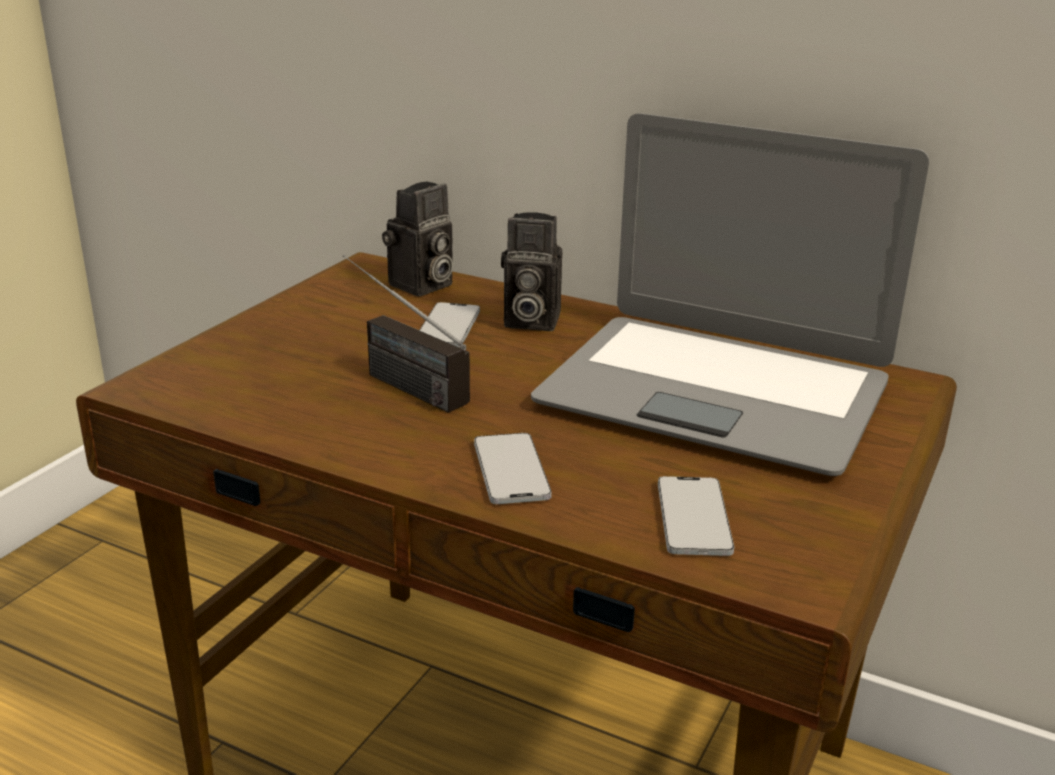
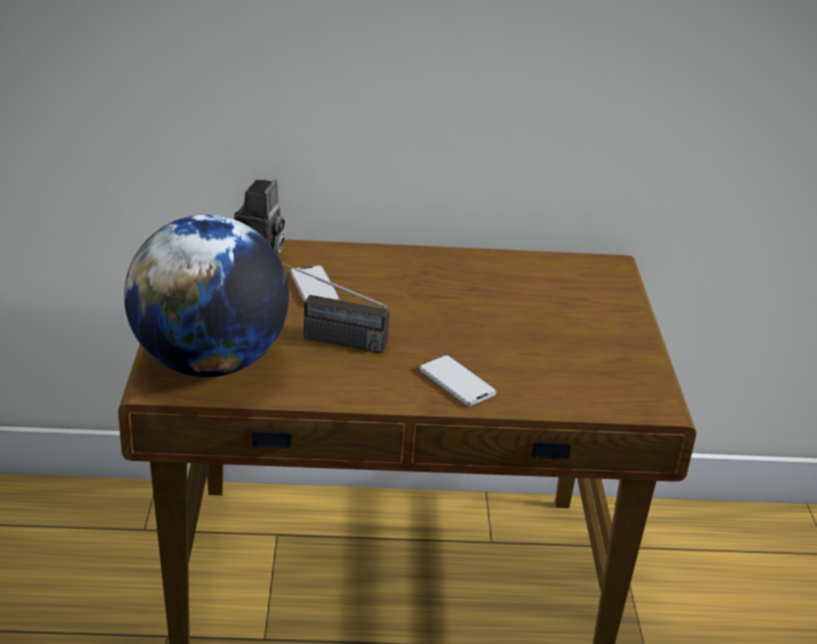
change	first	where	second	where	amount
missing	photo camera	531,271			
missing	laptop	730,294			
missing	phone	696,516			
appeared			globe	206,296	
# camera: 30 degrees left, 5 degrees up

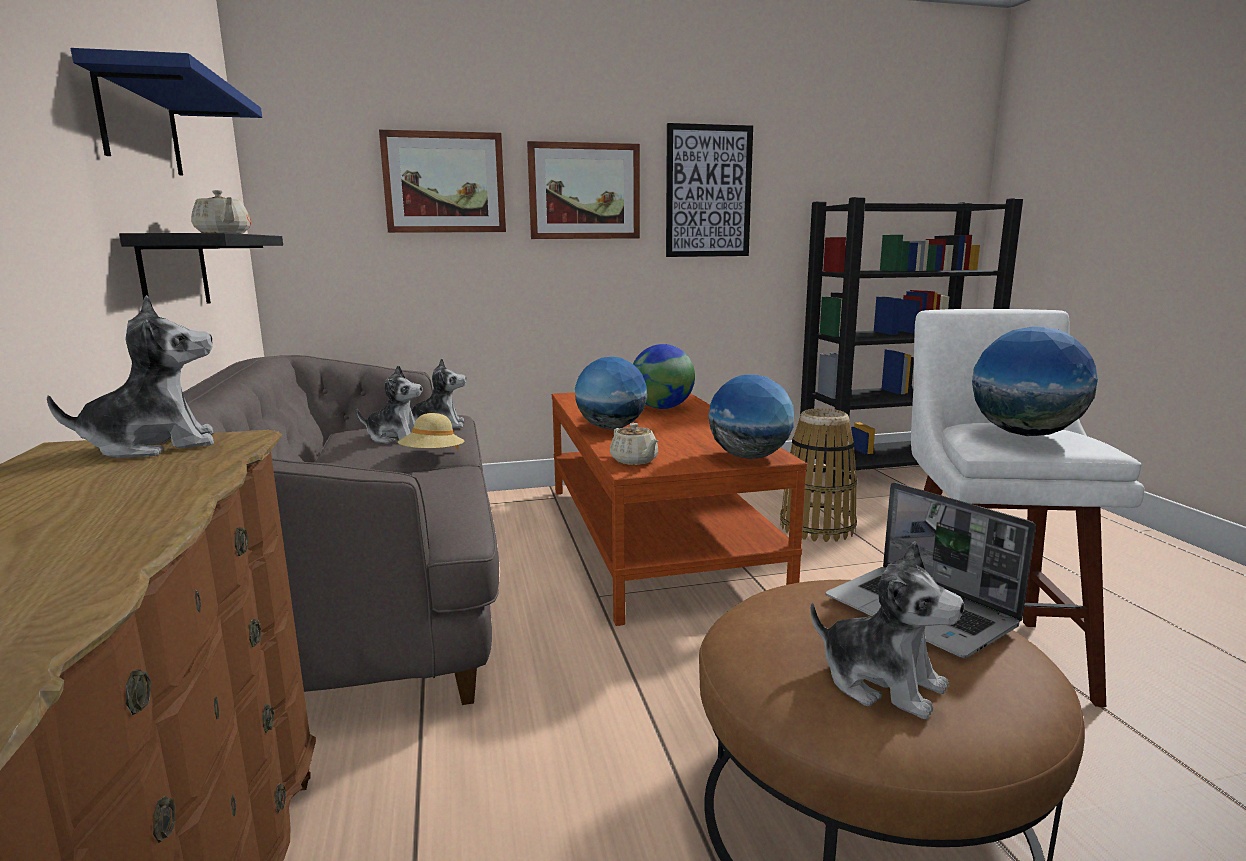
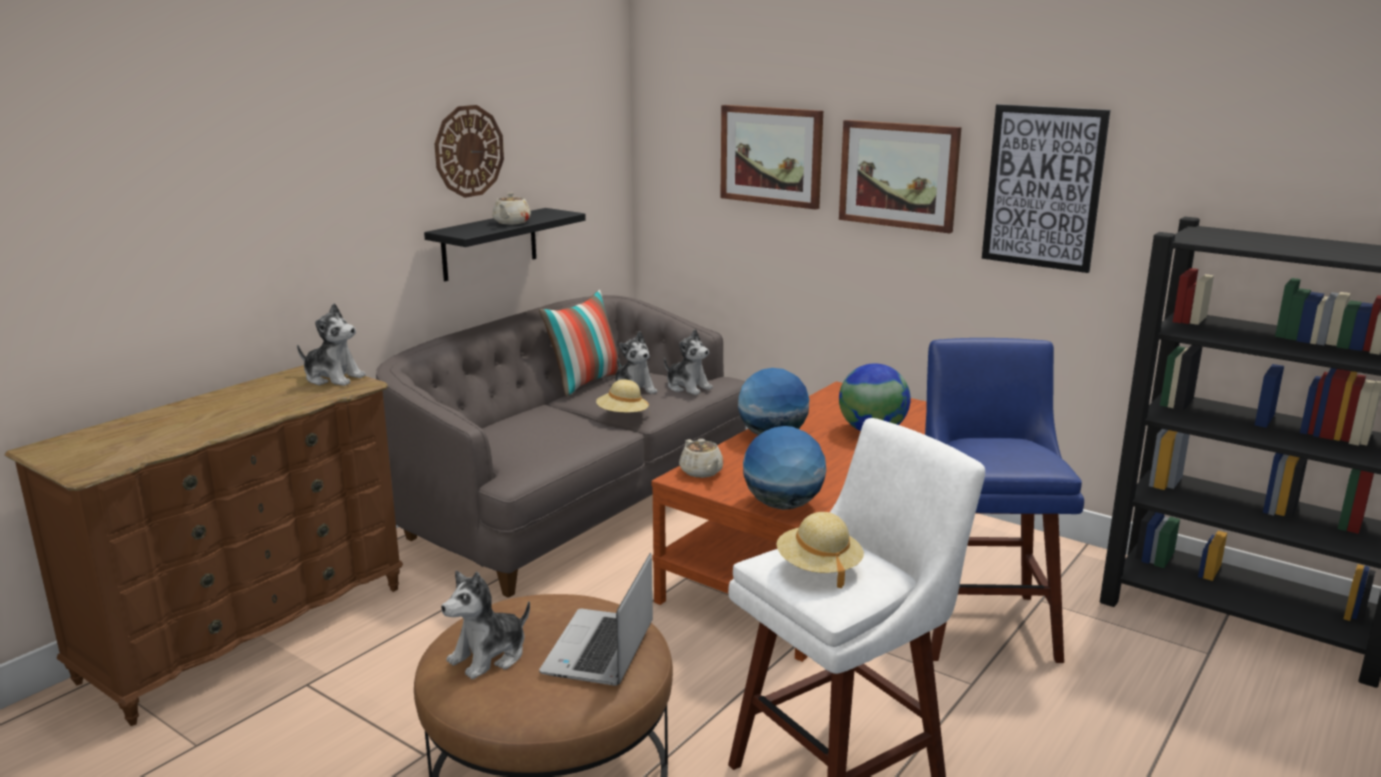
change	first	where	second	where	amount
appeared			pillow	580,343	
exchanged	shelf in blue	166,112	wall clock	469,151	
exchanged	basket	818,475	stool in blue	1004,500	
exchanged	globe	1035,381	hat in beige	820,550	
spun	teapot in beige	634,444		701,458	45 degrees counterclockwise
spun	plush toy	887,630		485,625	45 degrees clockwise
# camera: 50 degrees right, 5 degrees up

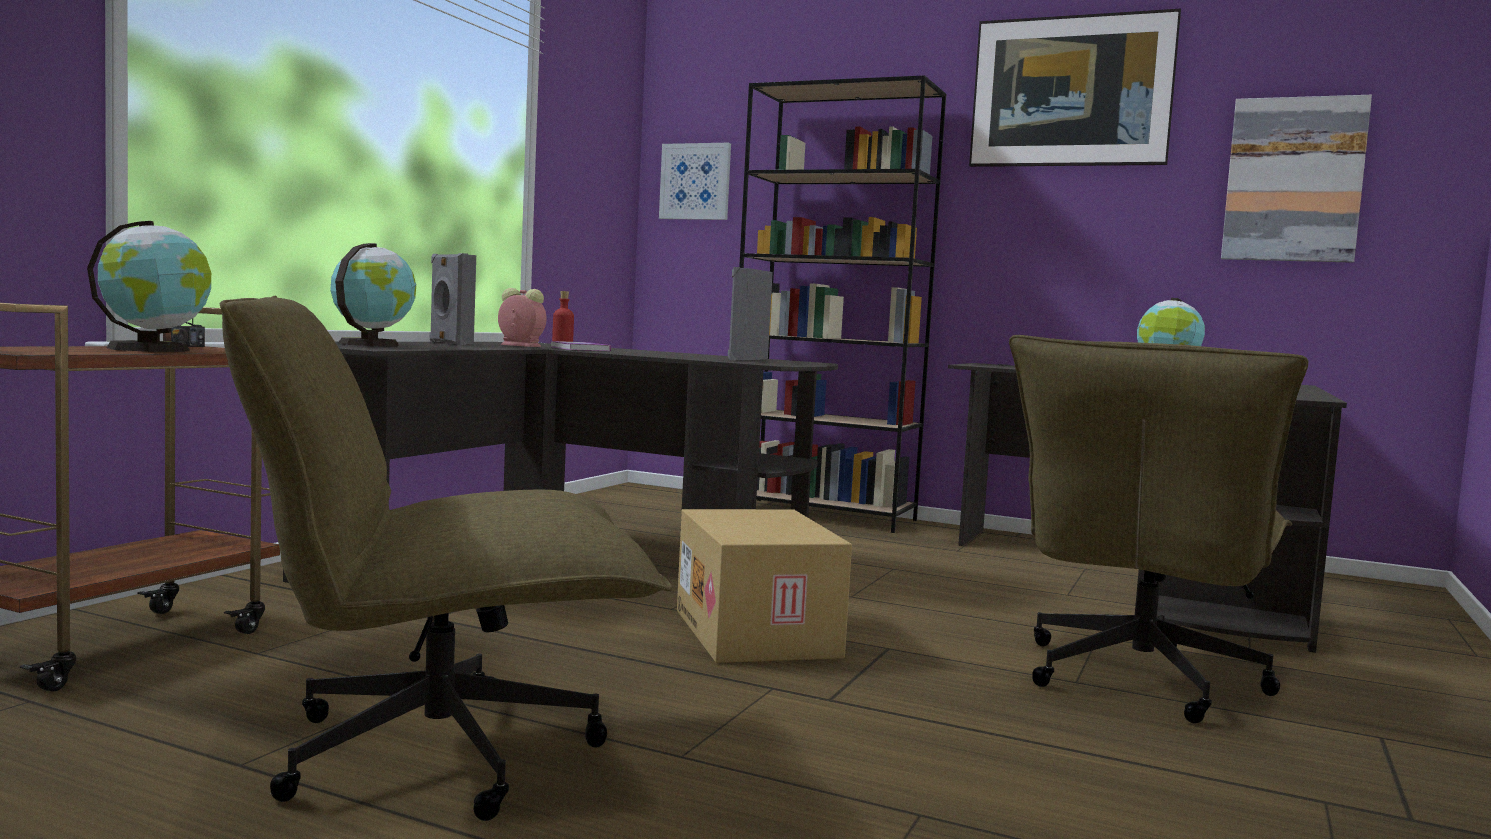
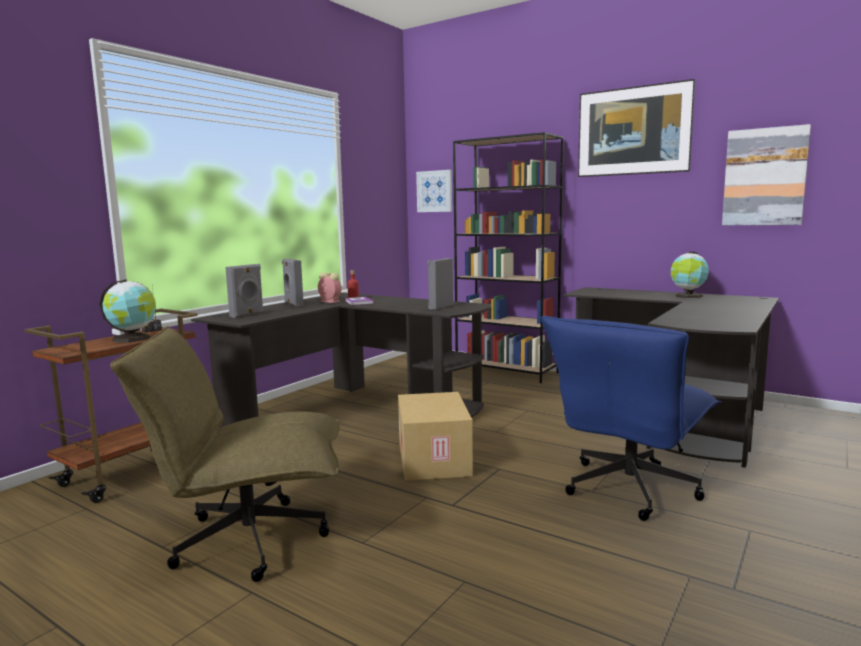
change	first	where	second	where	amount
exchanged	globe	373,295	speaker in grey	244,291	
colour	office chair in beige	1158,529	office chair in blue	631,418	
# camera: 10 degrees right, 5 degrees up

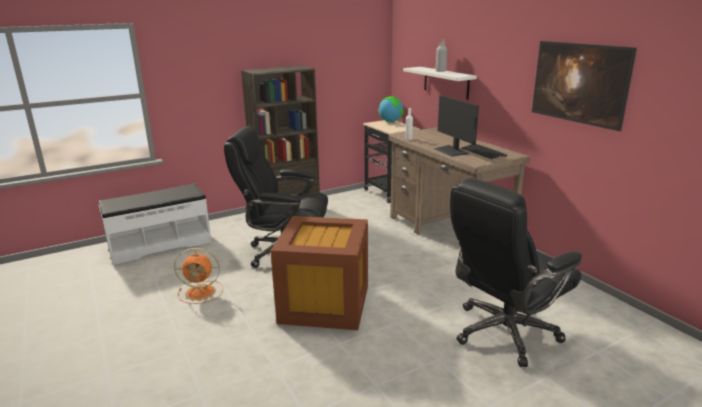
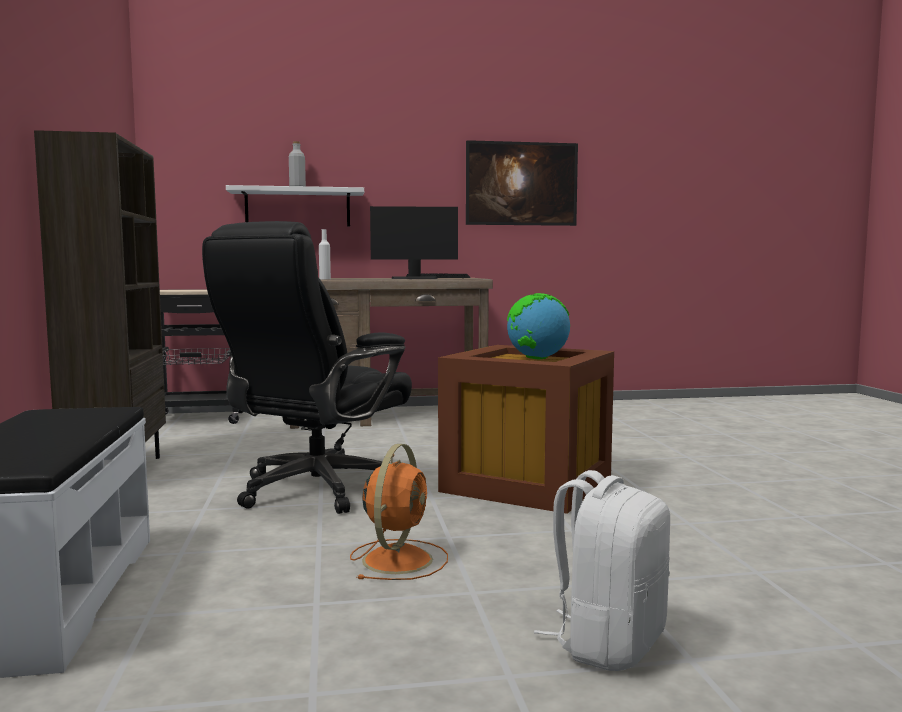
change	first	where	second	where	amount
missing	office chair in black	516,272			
appeared			backpack in white	602,570	
relocated	globe	391,109		538,326	
# camera: 70 degrees left, 15 degrees down

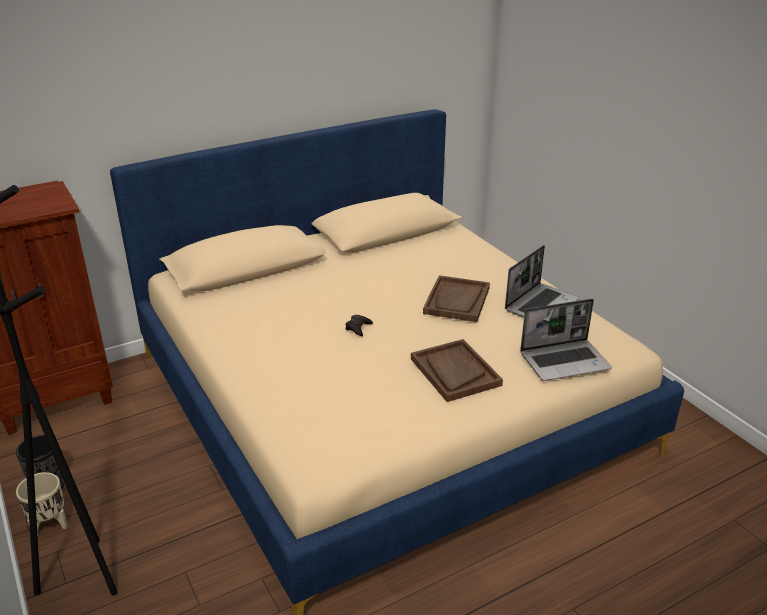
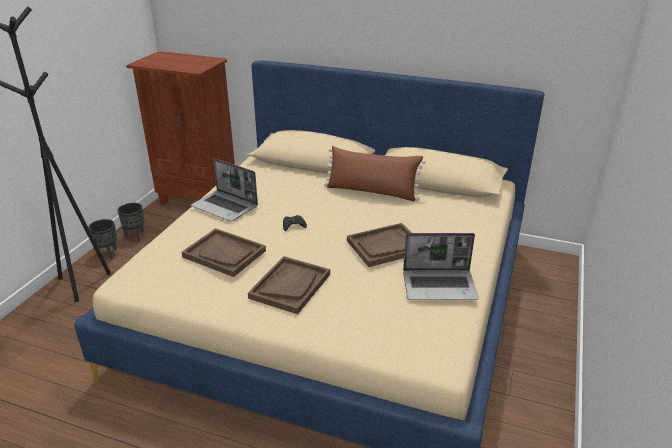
change	first	where	second	where	amount
appeared			tray in brown	223,252	
appeared			pillow in brown	375,174	
relocated	laptop	566,340		224,190	
colour	planter in beige	41,504	planter in black	102,239	
# camera: 50 degrees right, 0 degrees up

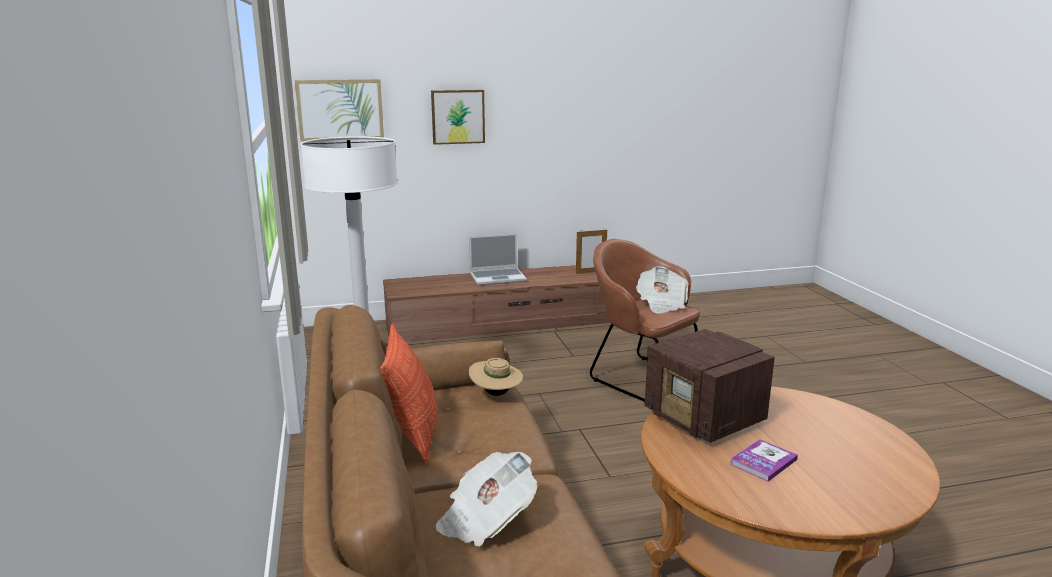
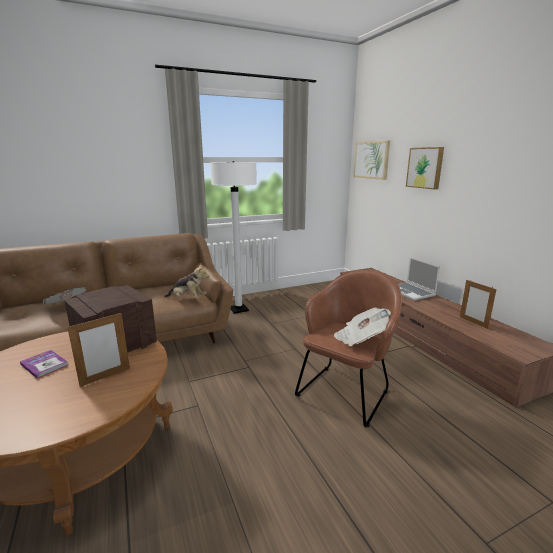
change	first	where	second	where	amount
missing	pillow in orange	409,395			
appeared			picture frame	98,350	
exchanged	hat in beige	496,377	plush toy	187,281	
# camera: 80 degrees right, 0 degrees up

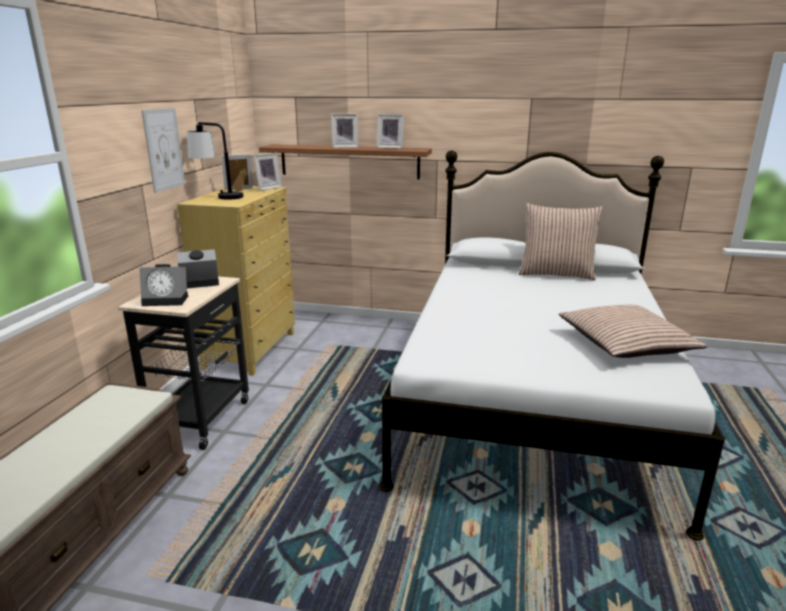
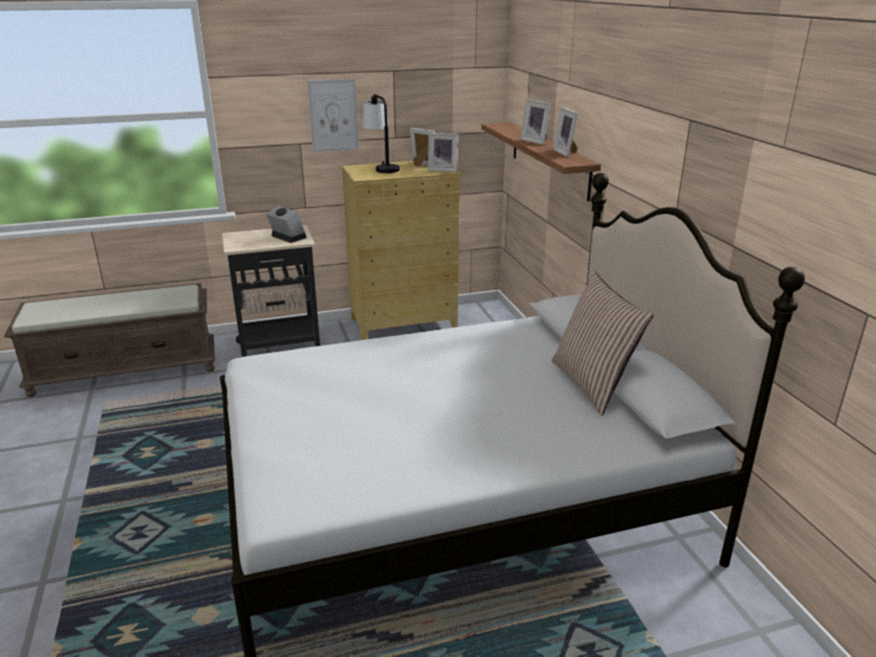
change	first	where	second	where	amount
missing	alarm clock	163,285			
missing	pillow	633,331			
# camera: 60 degrees right, 5 degrees up

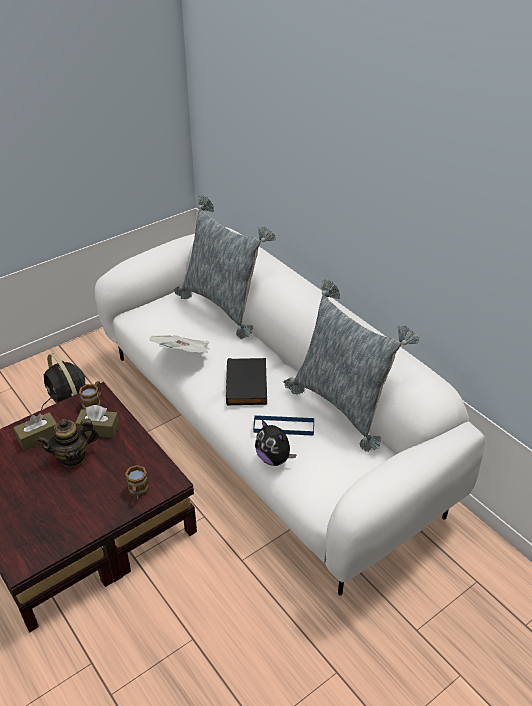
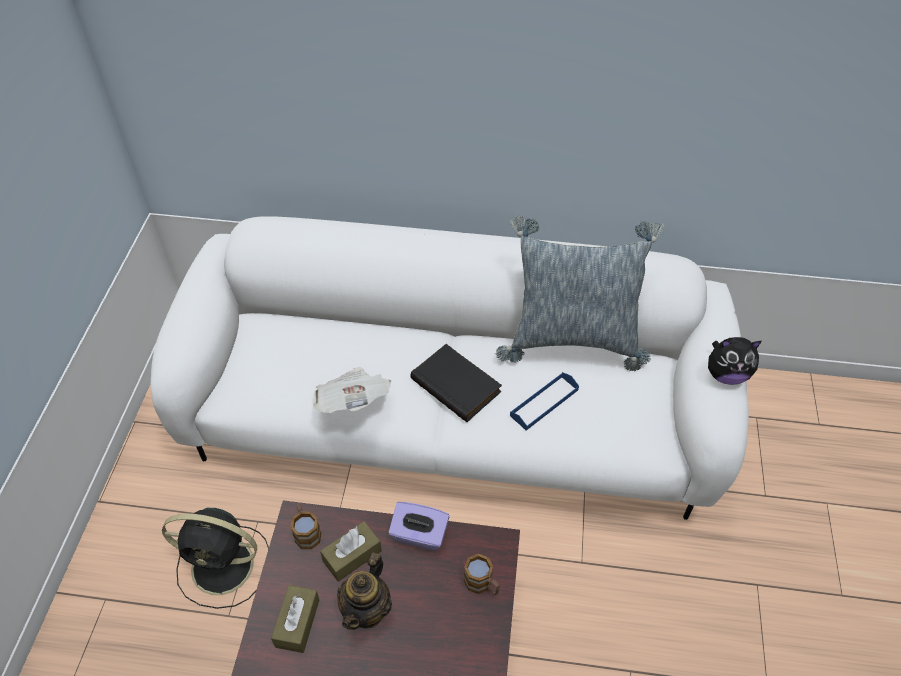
change	first	where	second	where	amount
missing	pillow	225,267			
appeared			tissue box in purple	418,526	
relocated	plush toy	276,443		735,361	
# camera: 45 degrees left, 10 degrees up

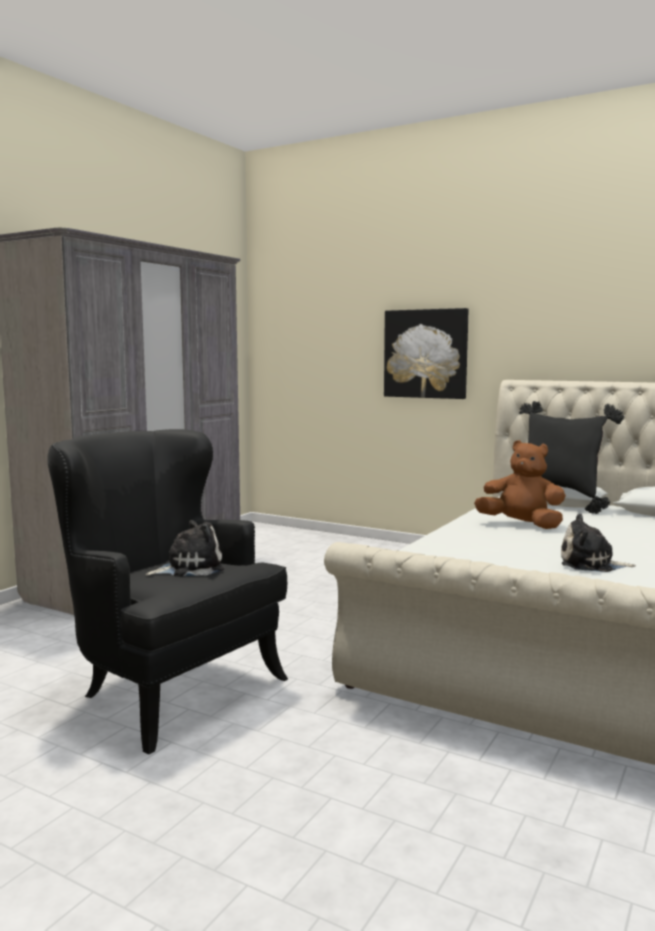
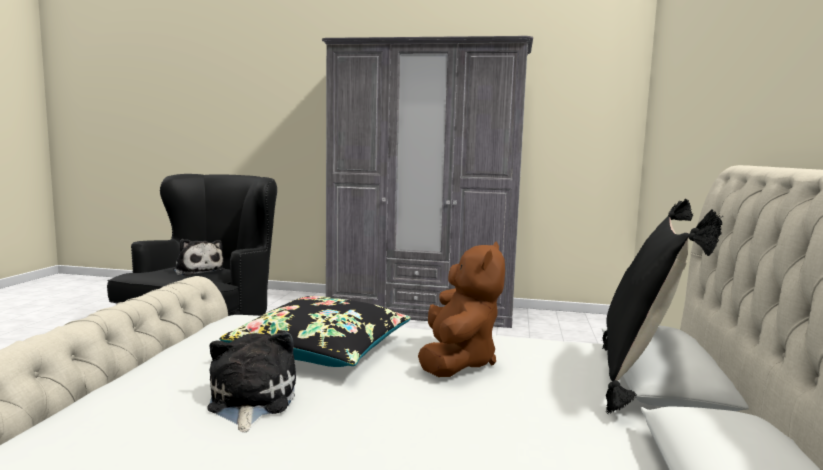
change	first	where	second	where	amount
missing	picture	426,353			
appeared			pillow in black	315,331	
# camera: 70 degrees right, 0 degrees up

